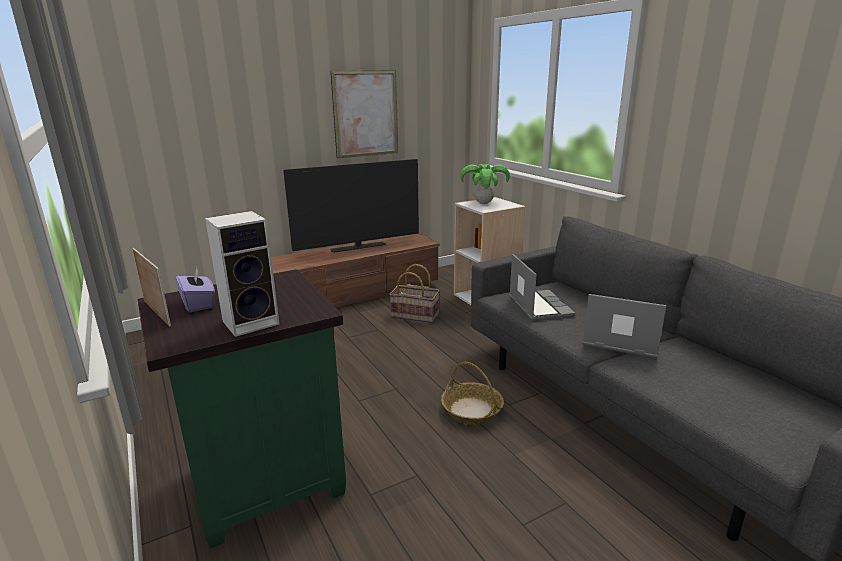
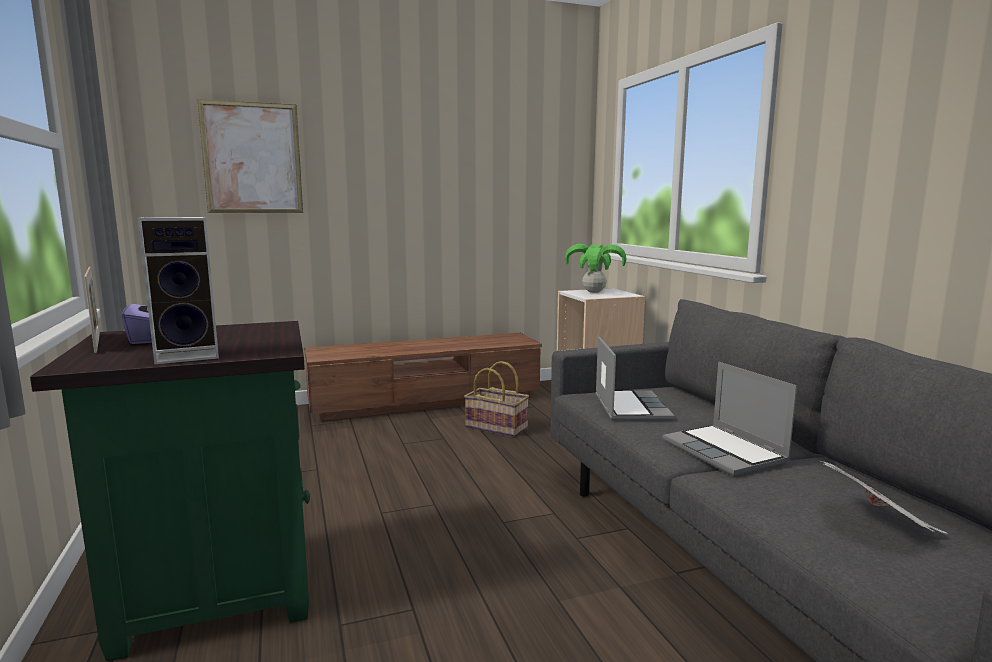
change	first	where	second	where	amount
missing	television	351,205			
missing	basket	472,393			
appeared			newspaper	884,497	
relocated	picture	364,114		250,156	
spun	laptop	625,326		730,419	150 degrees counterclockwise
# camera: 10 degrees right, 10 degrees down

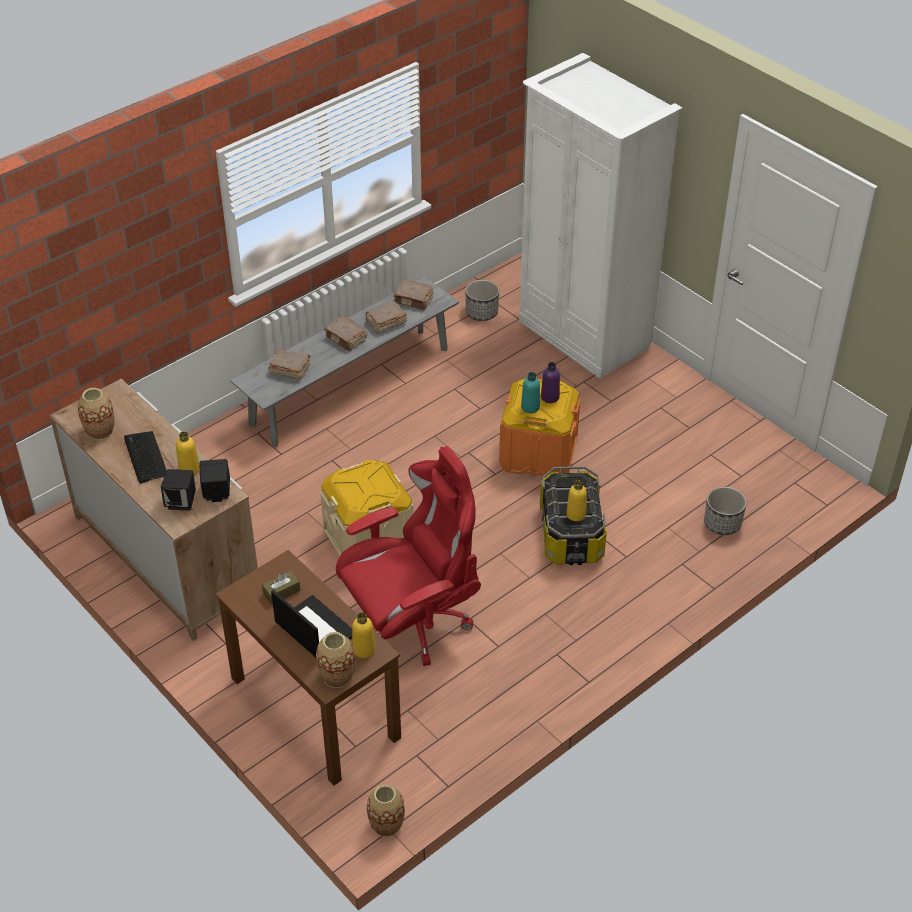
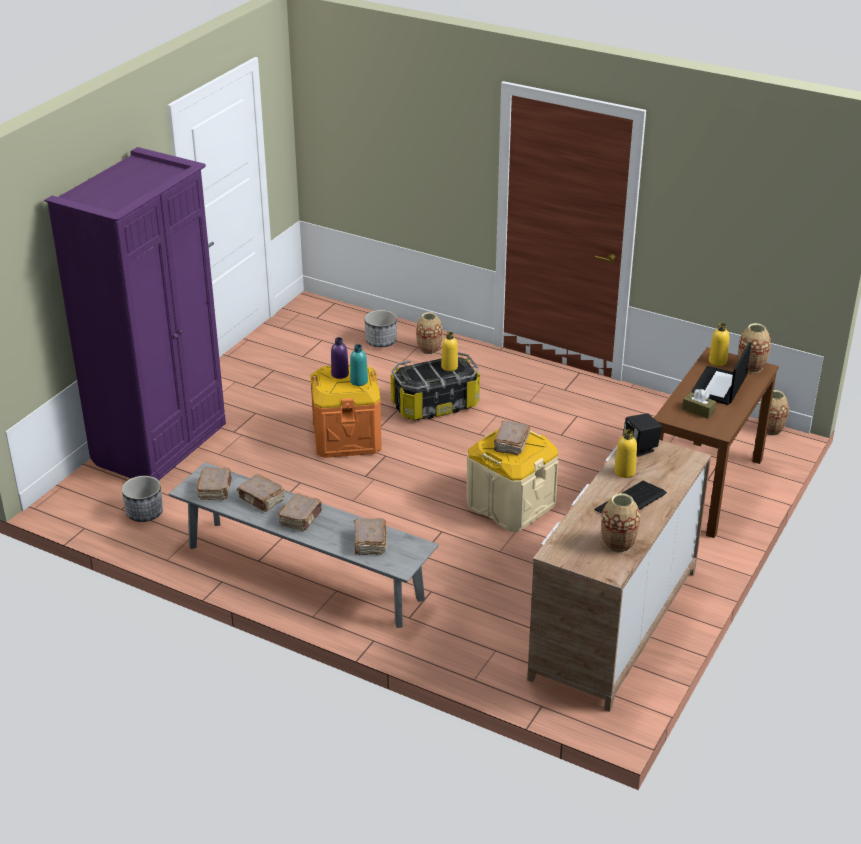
change	first	where	second	where	amount
missing	speaker in black	178,490			
missing	office chair in red	408,556			
appeared			vase	429,333	
appeared			book in brown	512,438	
colour	wardrobe in white	601,215	wardrobe in purple	135,313	
# camera: 110 degrees left, 10 degrees down

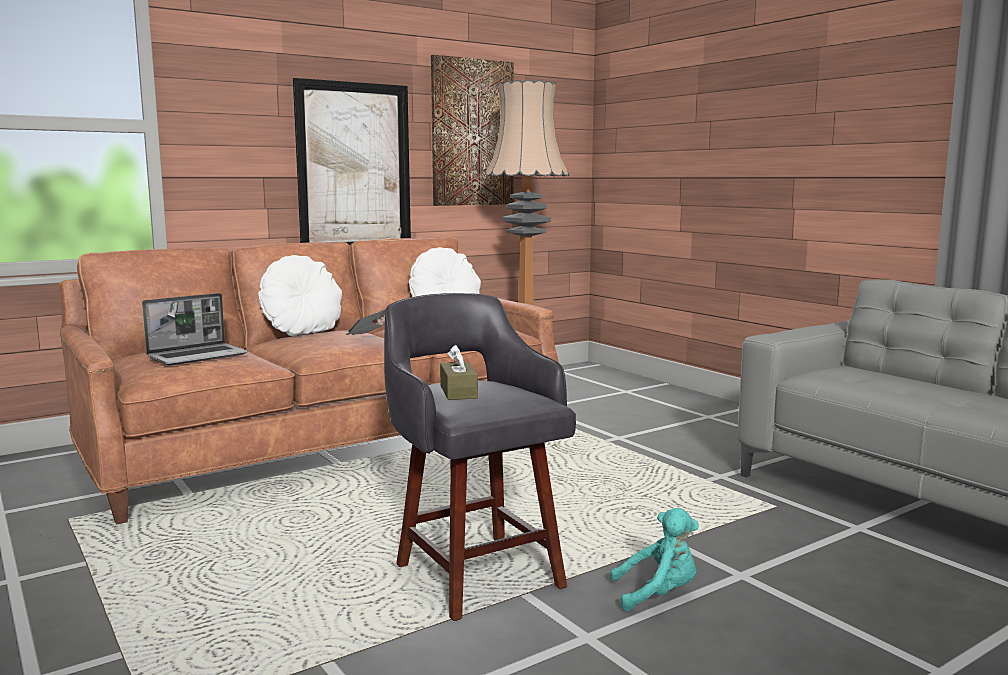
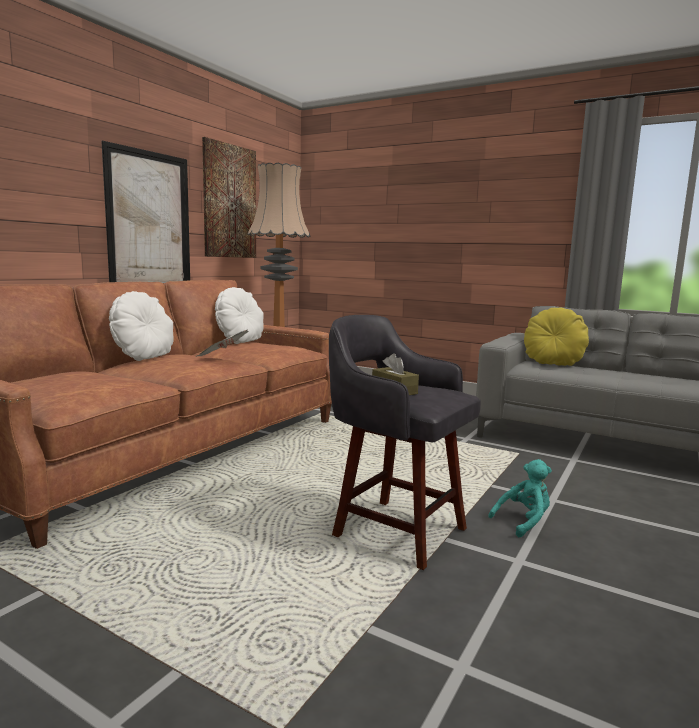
change	first	where	second	where	amount
missing	laptop	195,329			
appeared			pillow in yellow	556,337	
# camera: 25 degrees left, 0 degrees up

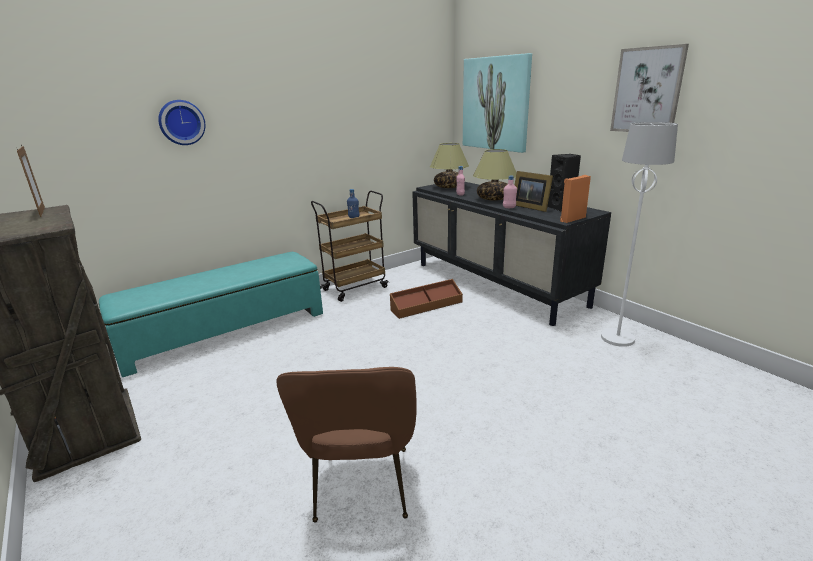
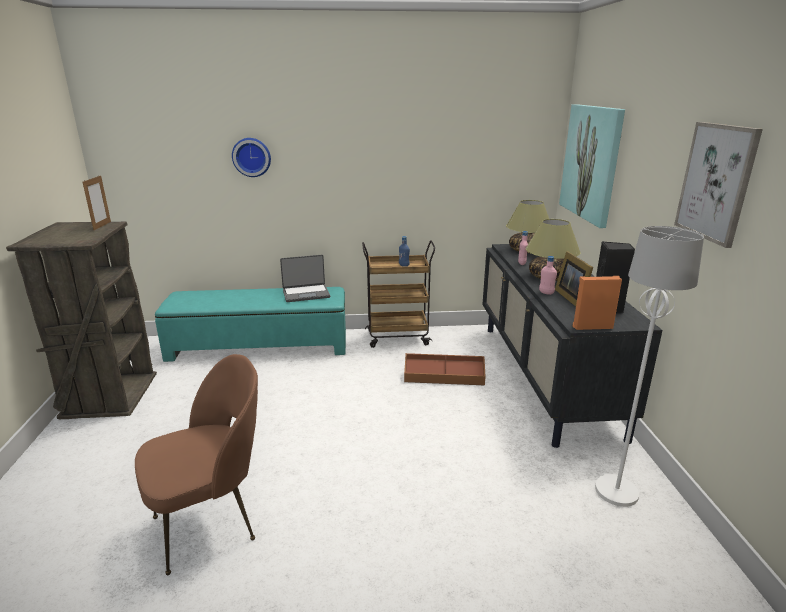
change	first	where	second	where	amount
appeared			laptop	305,278	
spun	chair in brown	346,444		196,464	150 degrees counterclockwise
# camera: 30 degrees right, 0 degrees up

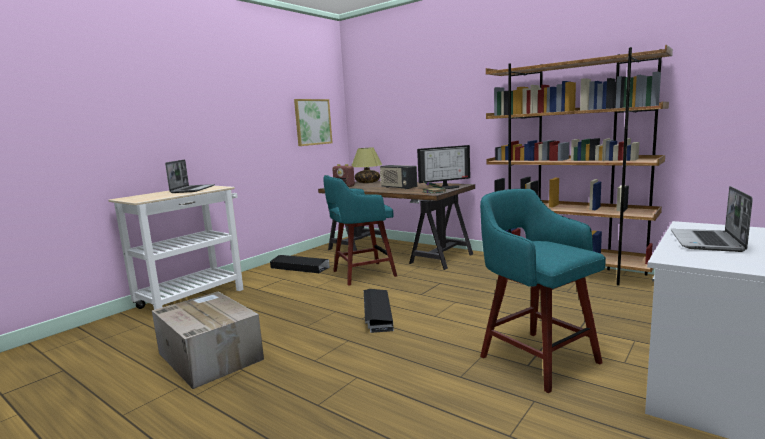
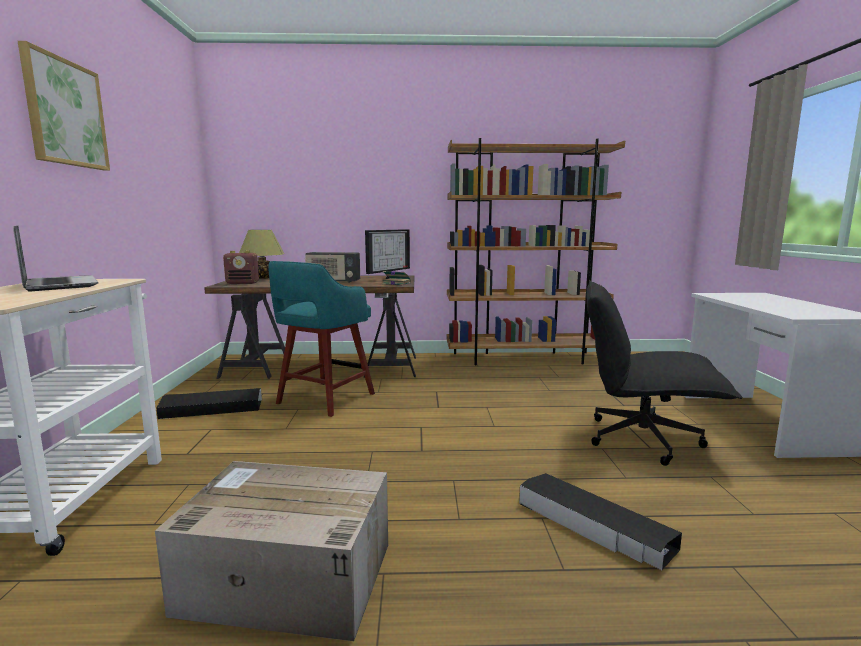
change	first	where	second	where	amount
missing	laptop	711,219			
relocated	picture	313,122		64,105	
relocated	storage box in black	379,311		600,521	
exchanged	stool in turquoise	543,291	office chair in black	664,373	
# camera: 40 degrees left, 0 degrees up

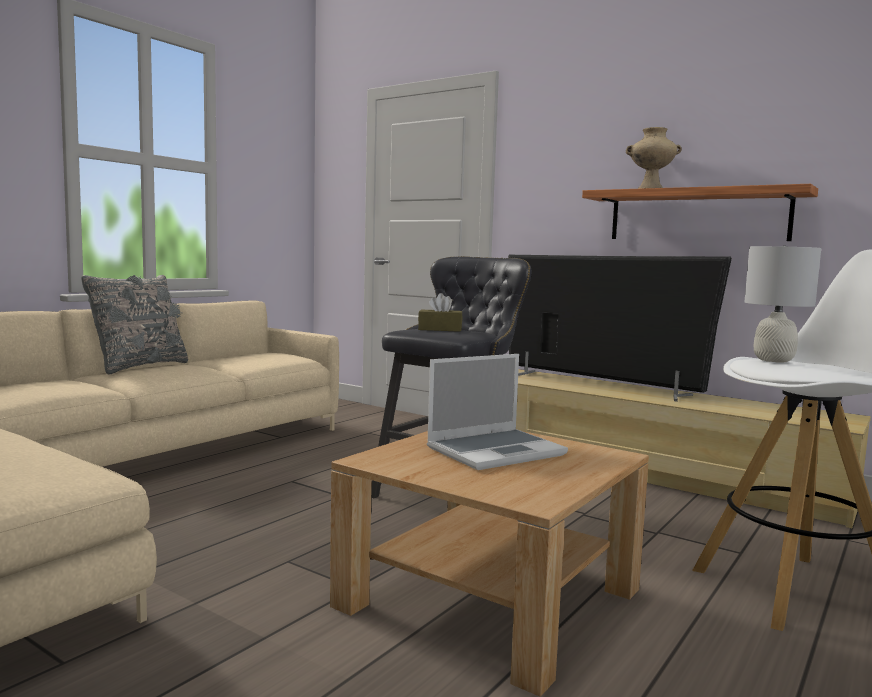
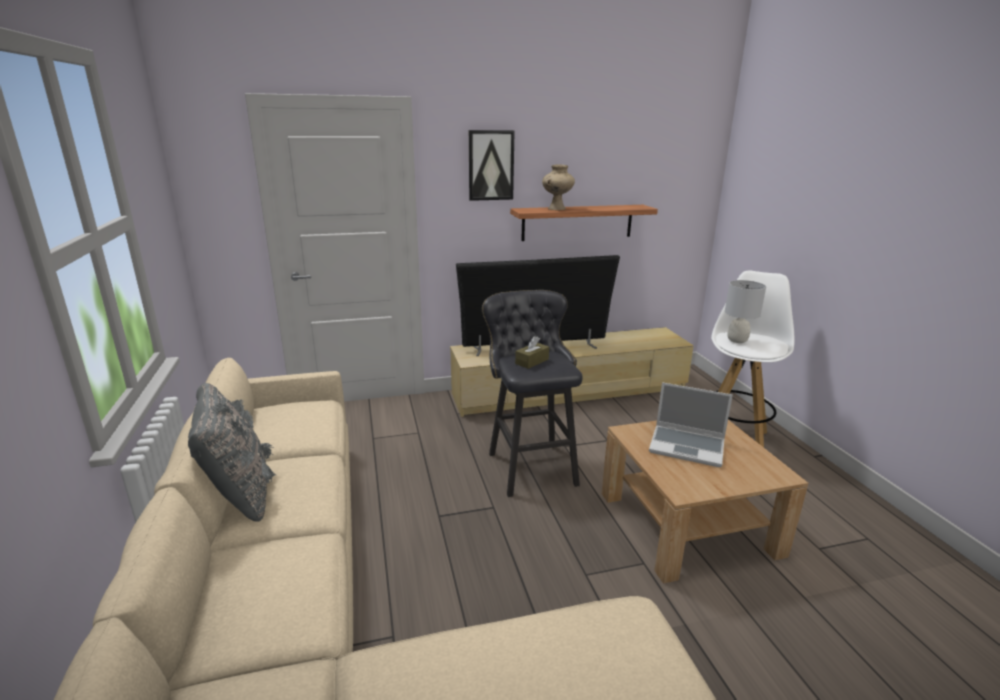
change	first	where	second	where	amount
appeared			picture	492,165	
spun	laptop	497,412		691,424	105 degrees clockwise
# camera: 50 degrees left, 15 degrees up

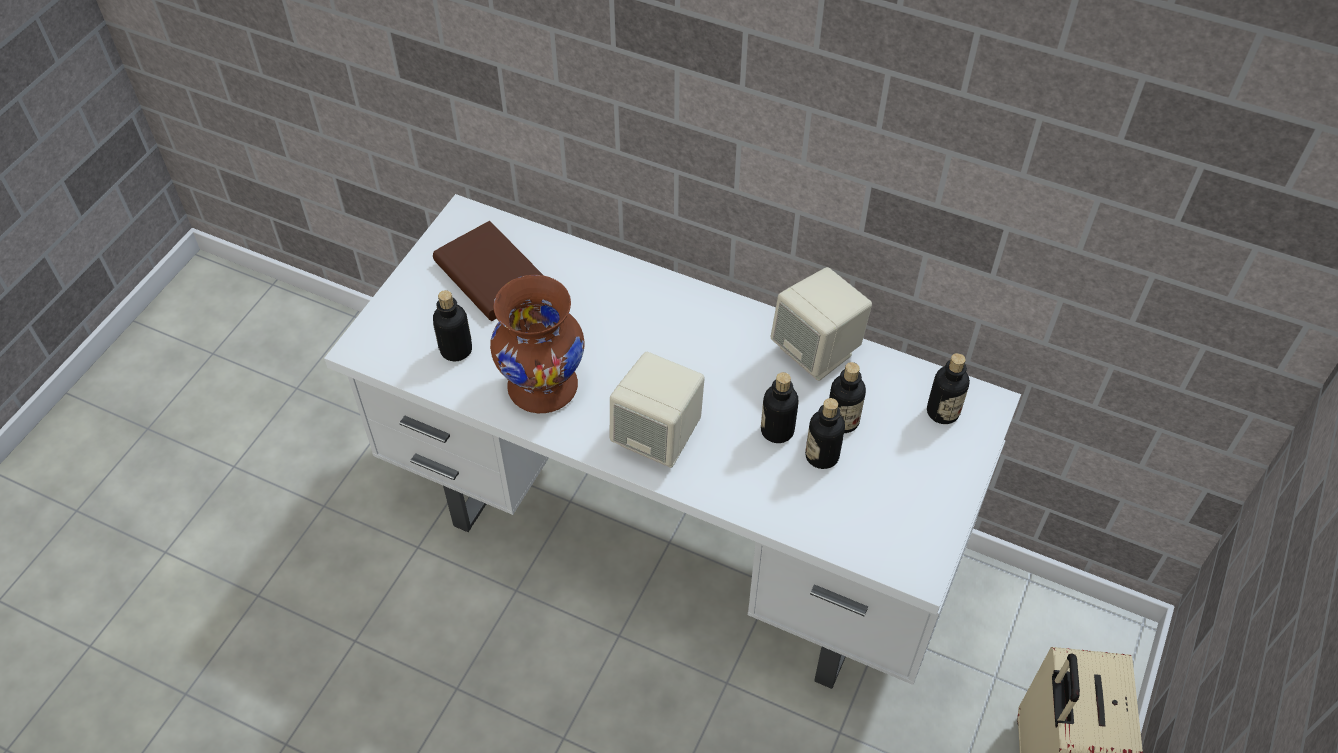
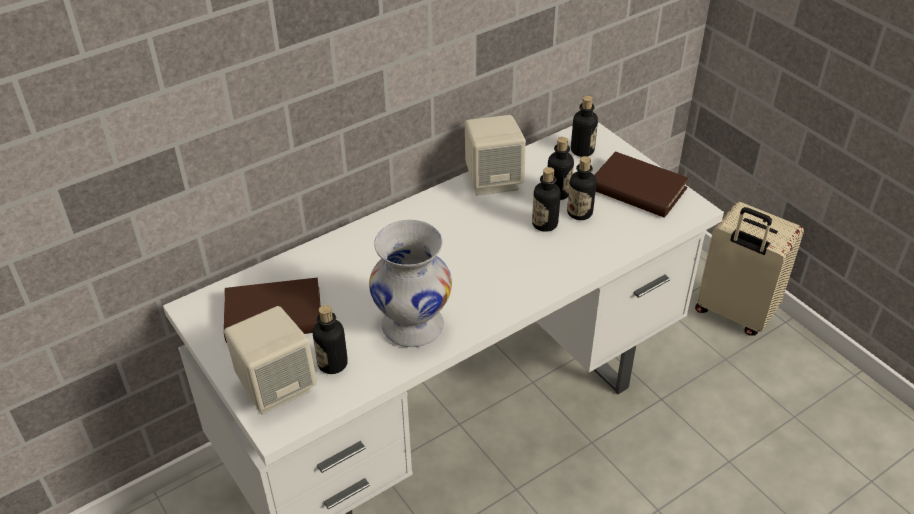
change	first	where	second	where	amount
appeared			book in brown	641,184	
relocated	speaker in beige	657,410		270,360	
colour	vase in brown	537,344	vase in white	410,283	
# camera: 60 degrees left, 10 degrees down

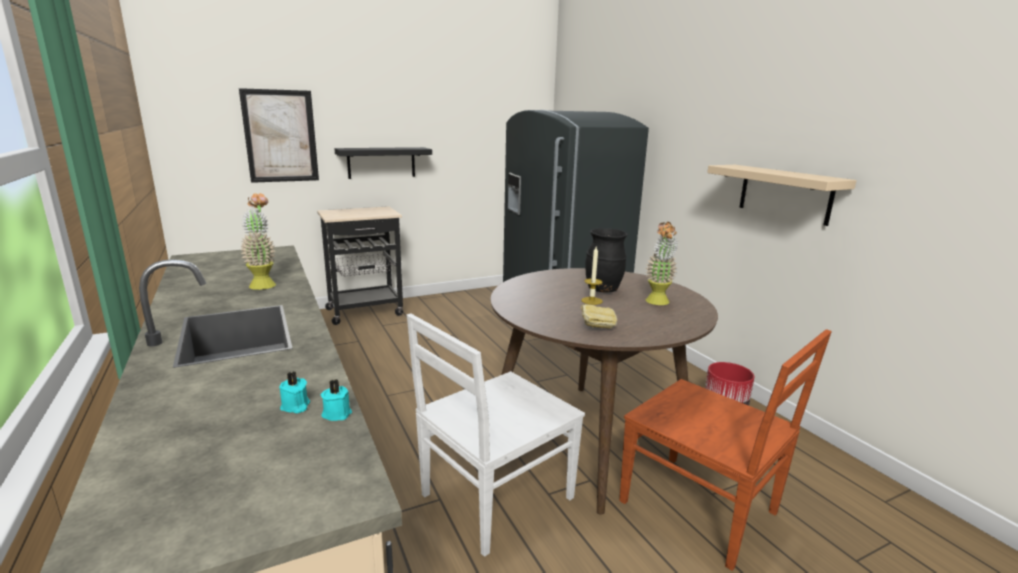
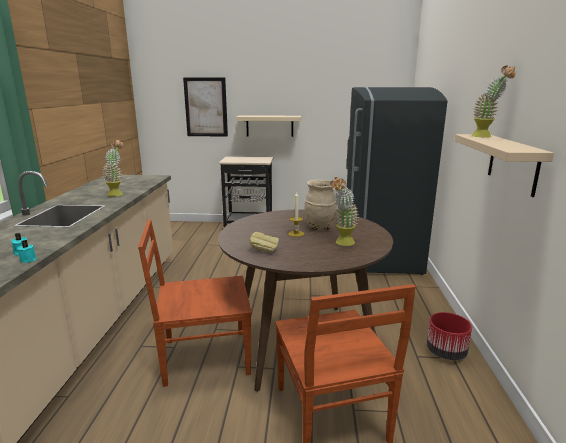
change	first	where	second	where	amount
appeared			potted plant	493,101	
colour	shelf in black	383,163	shelf in beige	268,126	
colour	chair in white	496,435	chair in brown	195,303	
colour	vase in black	606,260	vase in beige	320,205	
# camera: 30 degrees right, 0 degrees up

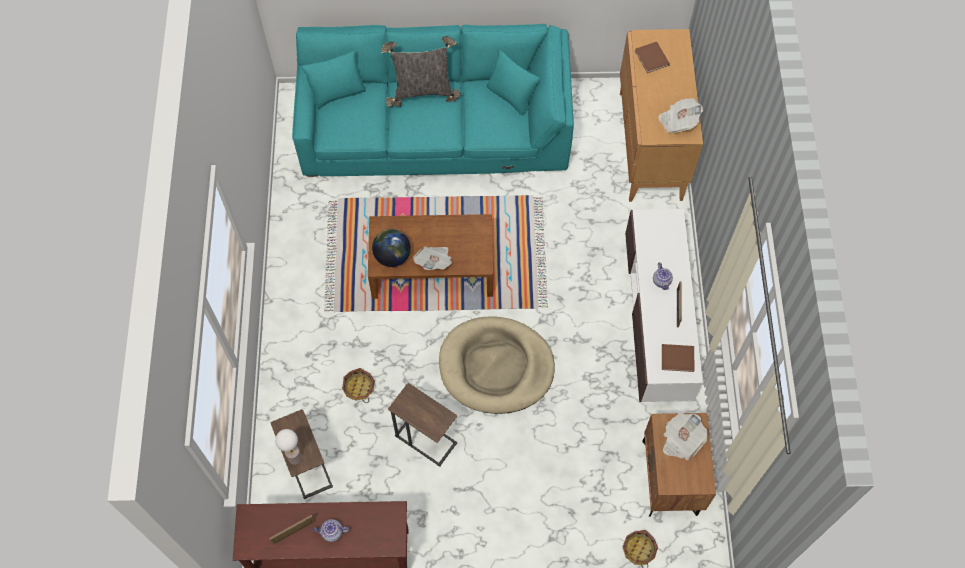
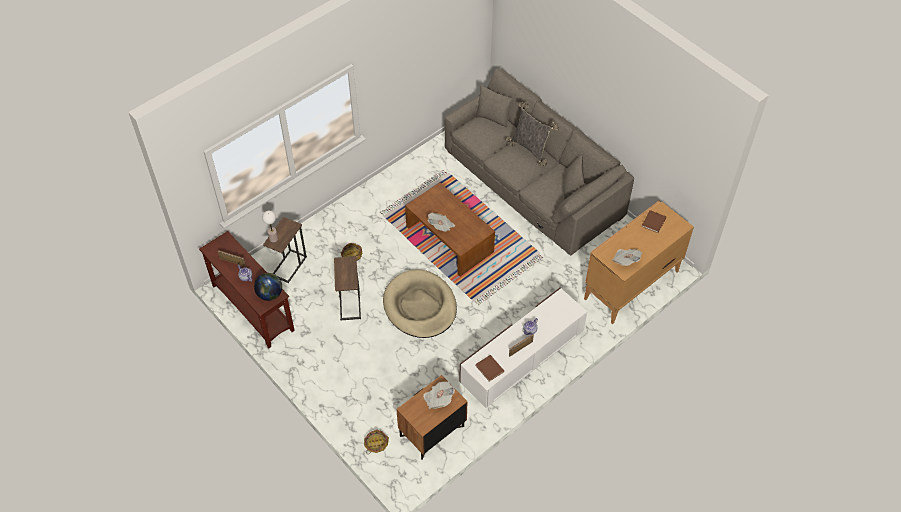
change	first	where	second	where	amount
relocated	globe	391,248		268,287	
colour	sofa in turquoise	433,100	sofa in grey	539,162	
# camera: 50 degrees right, 10 degrees down

